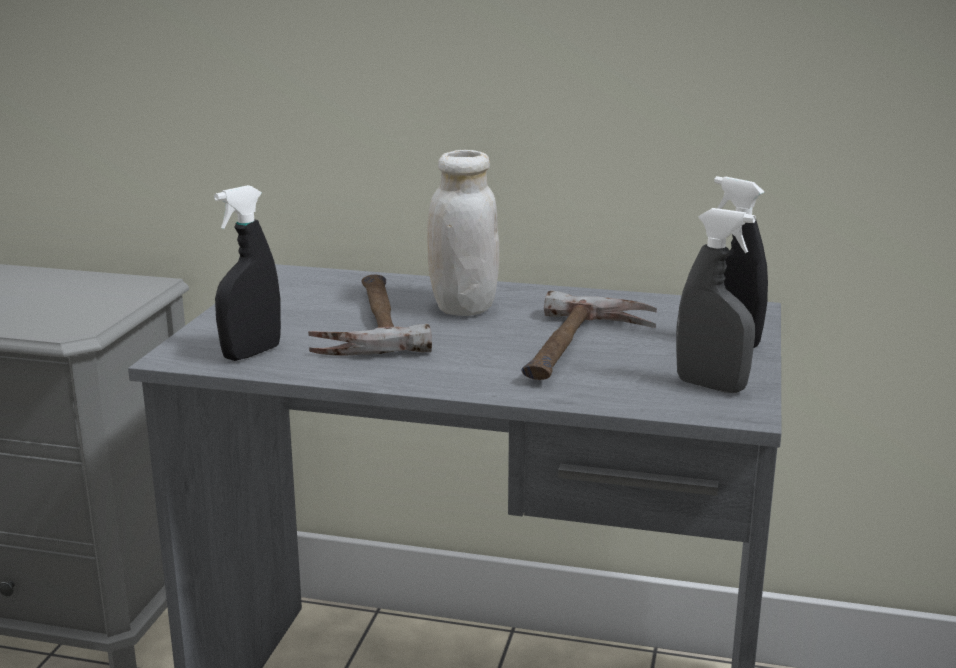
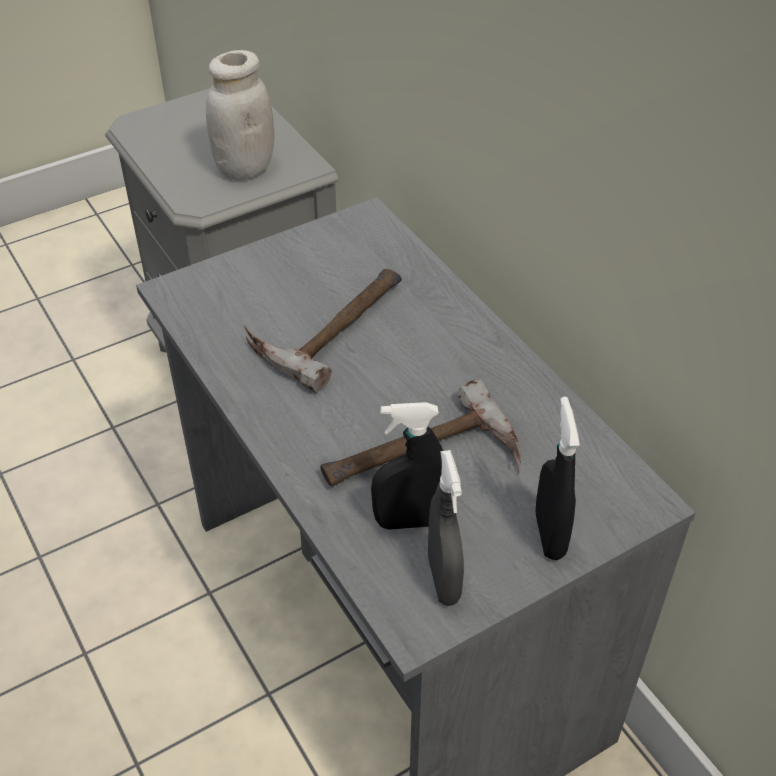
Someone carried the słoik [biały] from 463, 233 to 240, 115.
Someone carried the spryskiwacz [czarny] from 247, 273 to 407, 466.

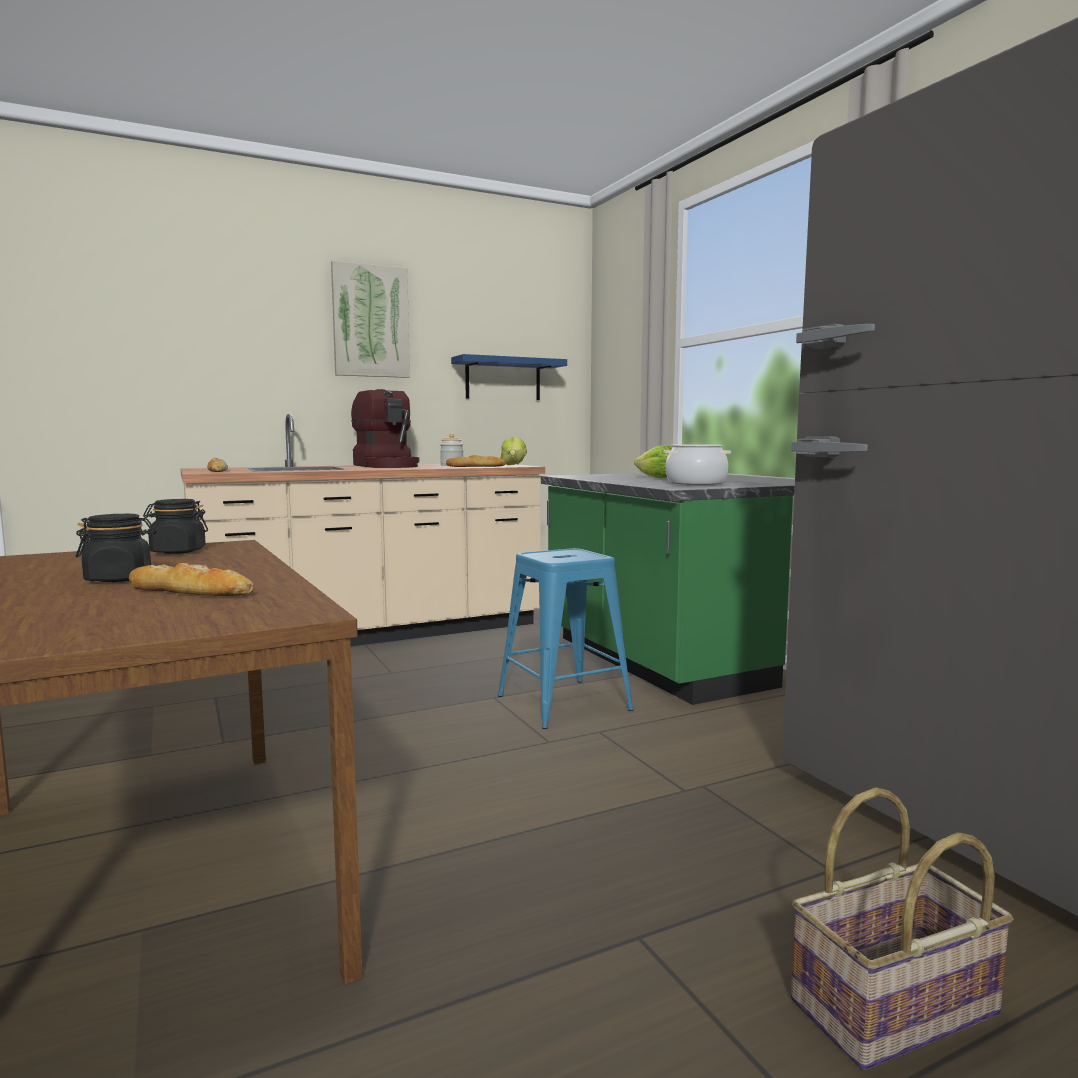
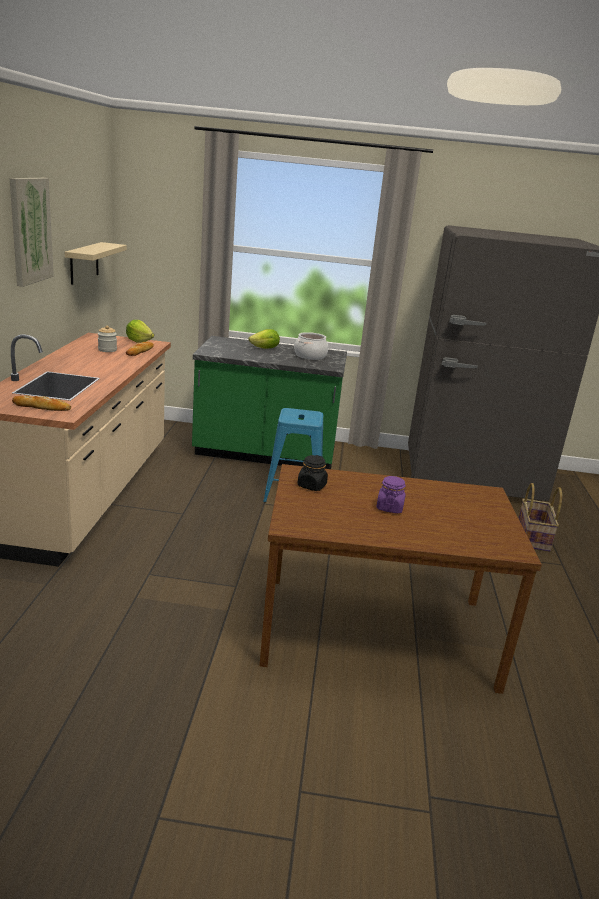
Someone repainted the półka [niebieski] at 509, 377, which became the półka [beżowy] at 96, 263.
Someone took away the ekspres do kawy at 385, 428.
Someone repainted the słoik [czarny] at 116, 548, which became the słoik [fioletowy] at 391, 494.
Someone took away the chleb at 191, 579.

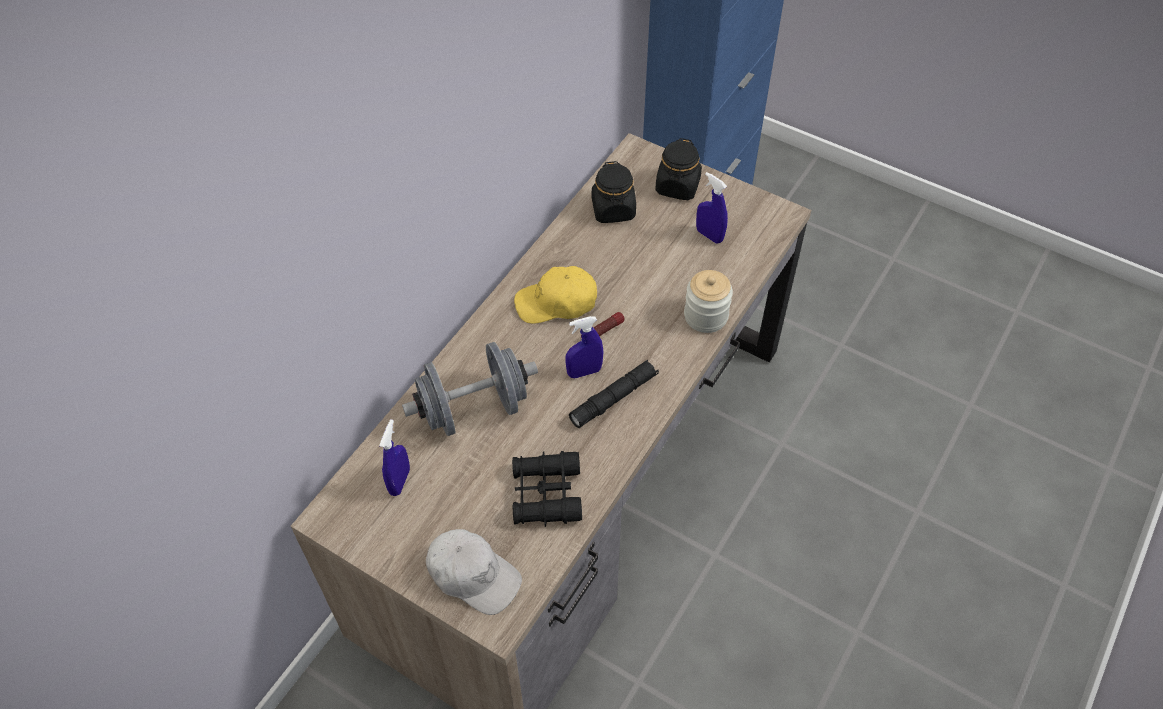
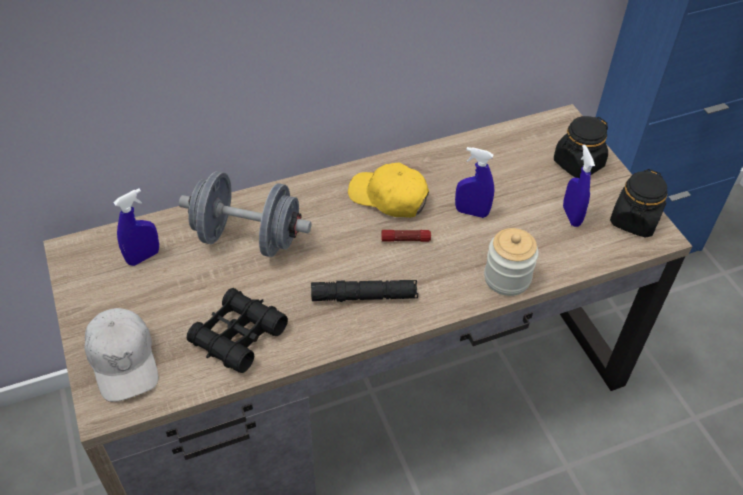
Someone carried the słoik [czarny] from 614, 192 to 638, 203.
Someone carried the spryskiwacz [niebieski] from 584, 347 to 474, 182.

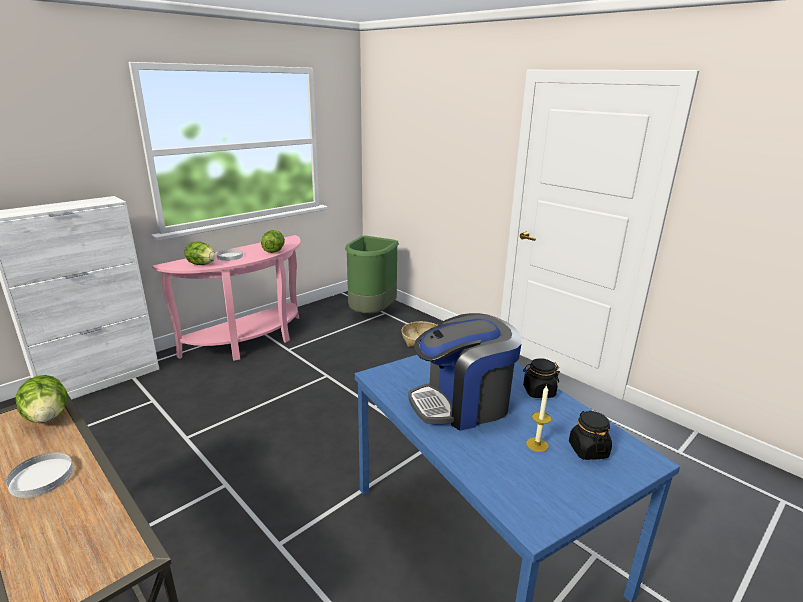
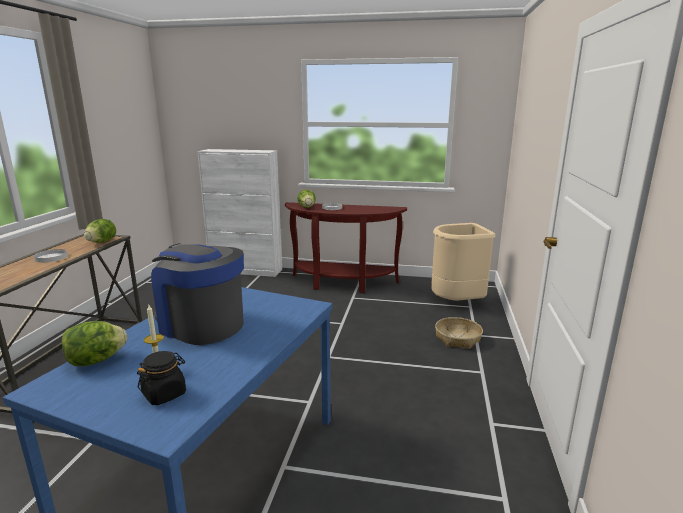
Someone carried the sałata from 273, 241 to 94, 343.
Someone repainted the stolik konsolowy [różowy] at 226, 298, which became the stolik konsolowy [brązowy] at 346, 247.
Someone repainted the kosz na śmieci [zielony] at 372, 274, which became the kosz na śmieci [beżowy] at 463, 262.
Someone took away the słoik [czarny] at 541, 378.

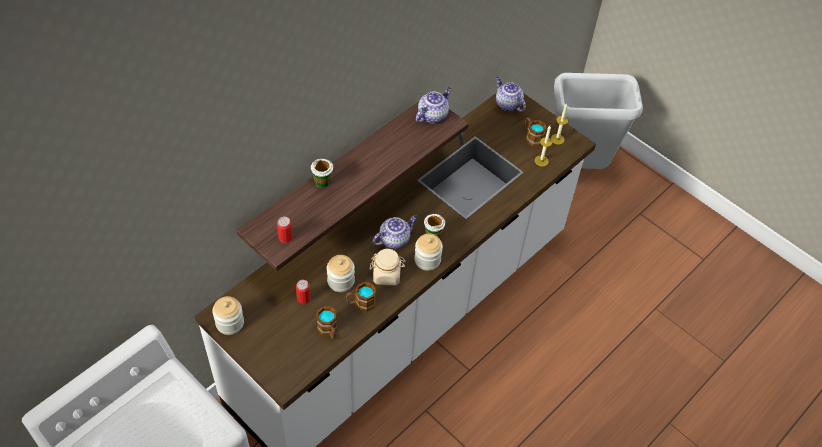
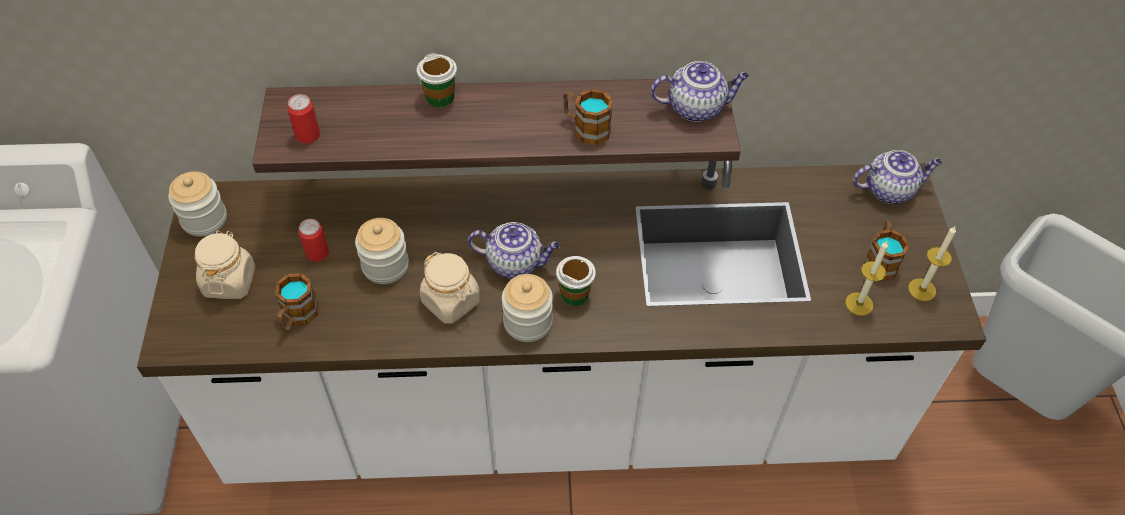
Someone rotated the imbryk at 511, 94 by 75 degrees clockwise.
Someone carried the kubek from 361, 297 to 588, 117.
Someone put down the słoik [beżowy] at 225, 264.

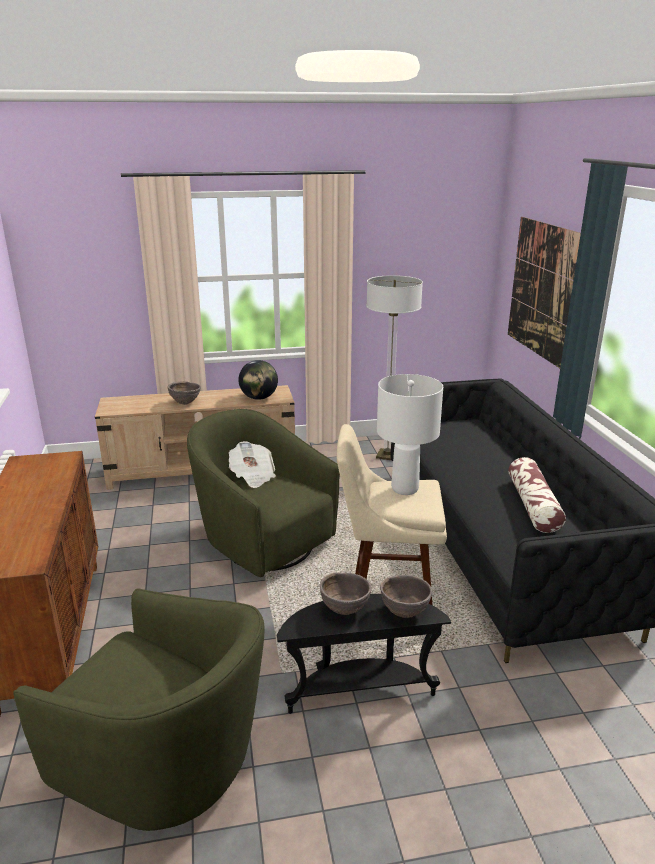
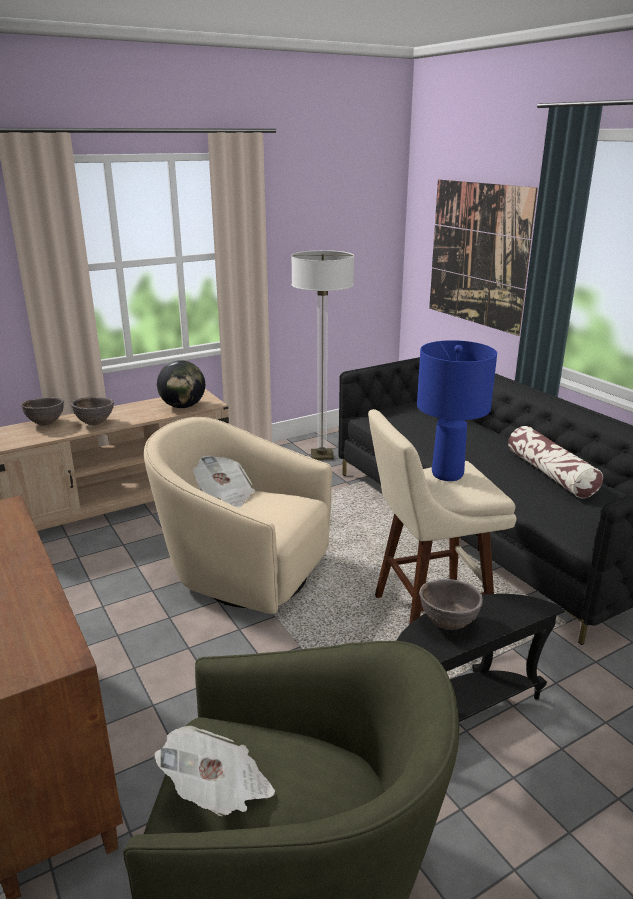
Someone repainted the lampa stołowa [biały] at 410, 434, which became the lampa stołowa [niebieski] at 457, 410.
Someone repainted the fotel [zielony] at 263, 493, which became the fotel [beżowy] at 238, 515.
Someone carried the miska [brązowy] from 406, 596 to 42, 411.
Someone put down the gazeta at 214, 771.

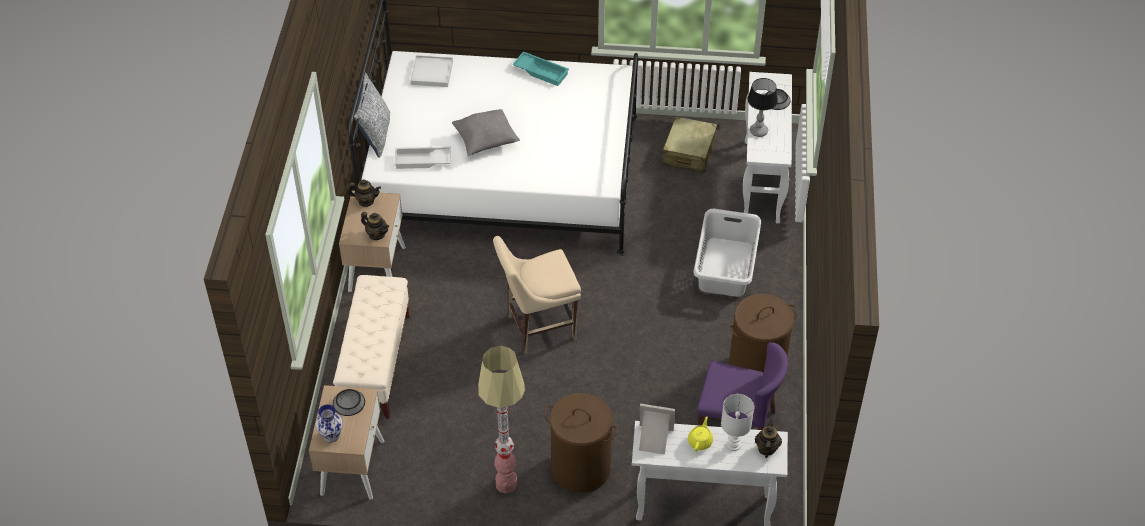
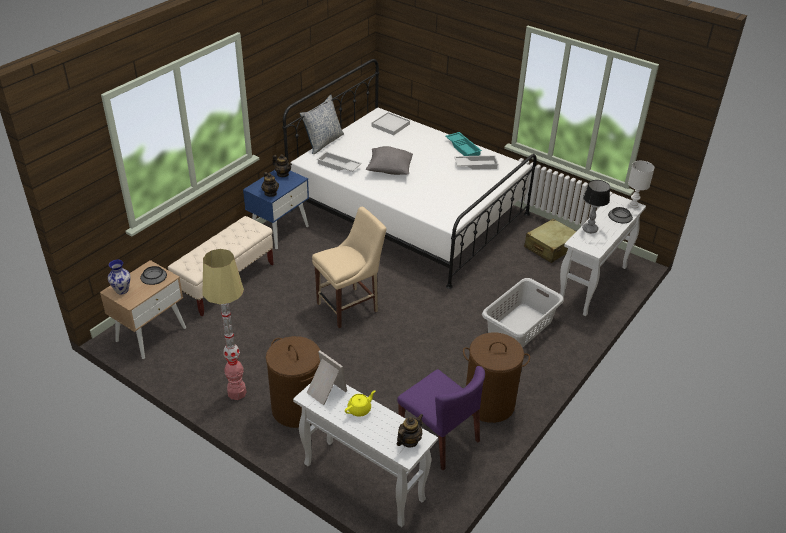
Someone repainted the szafka nocna [beżowy] at 372, 241, which became the szafka nocna [niebieski] at 276, 209.
Someone rotated the krzesło [beżowy] at 537, 295 by 135 degrees clockwise.
Someone carried the lampa stołowa [biały] from 737, 422 to 641, 184.
Someone put down the taca [biały] at 476, 162.

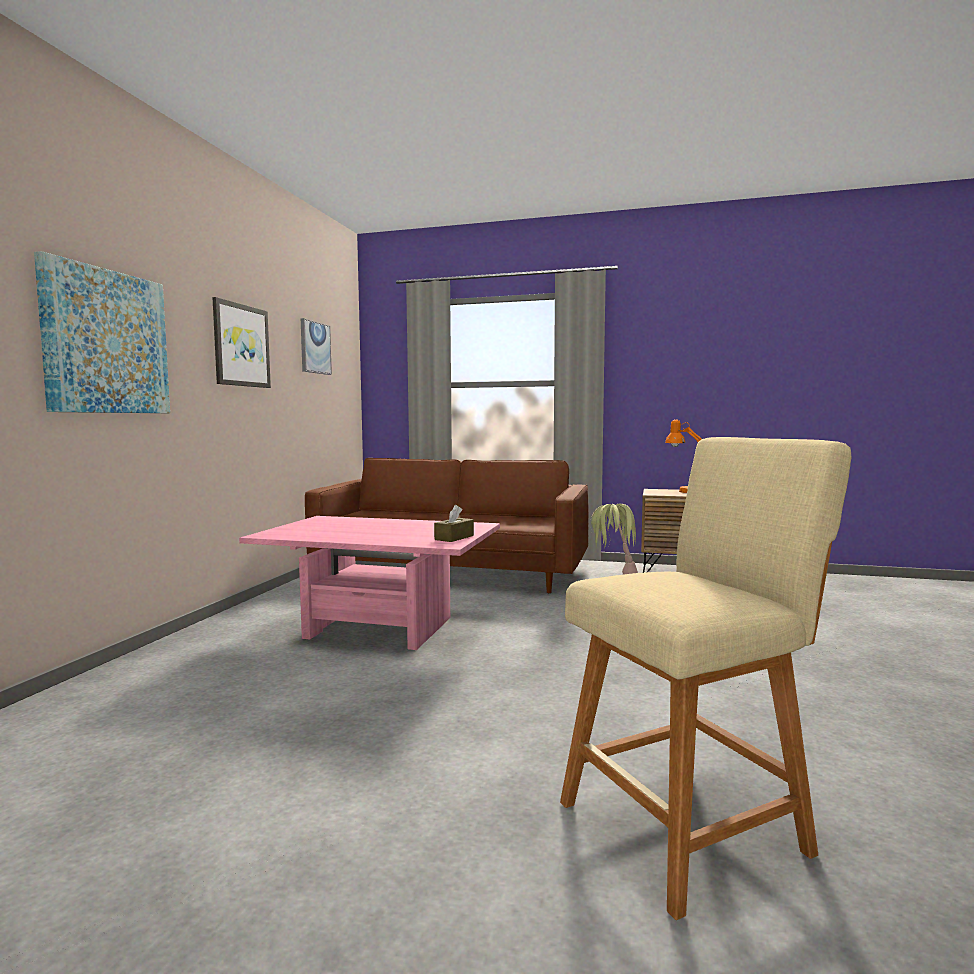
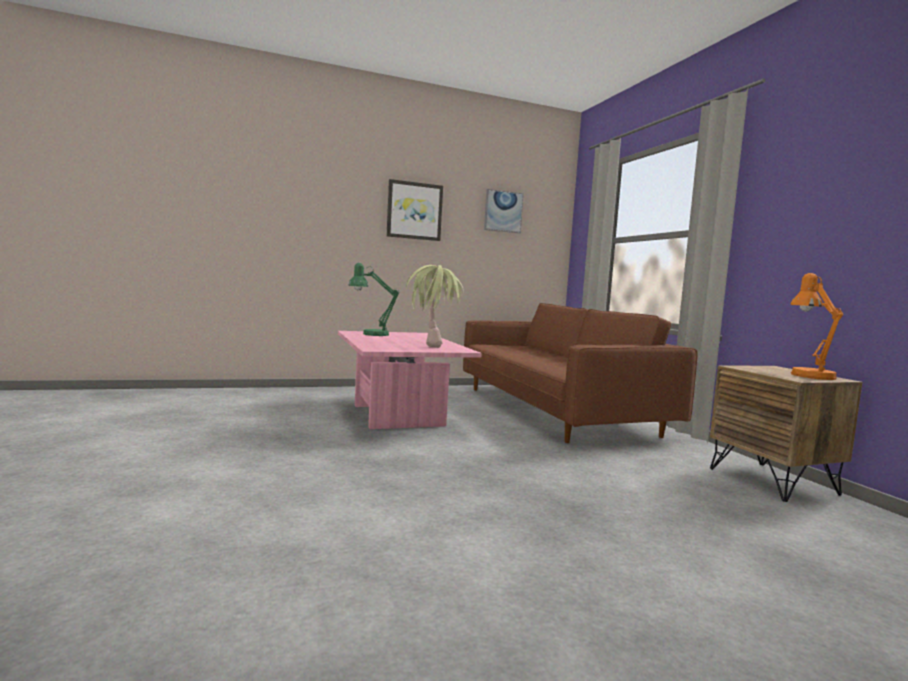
Someone took away the obraz at 102, 332.
Someone took away the stołek [beżowy] at 705, 678.
Someone carried the roślina doniczkowa from 614, 539 to 435, 306.
Someone took away the pudełko chusteczek [brązowy] at 454, 523.
Someone put down the lampa stołowa [zielony] at 373, 299.

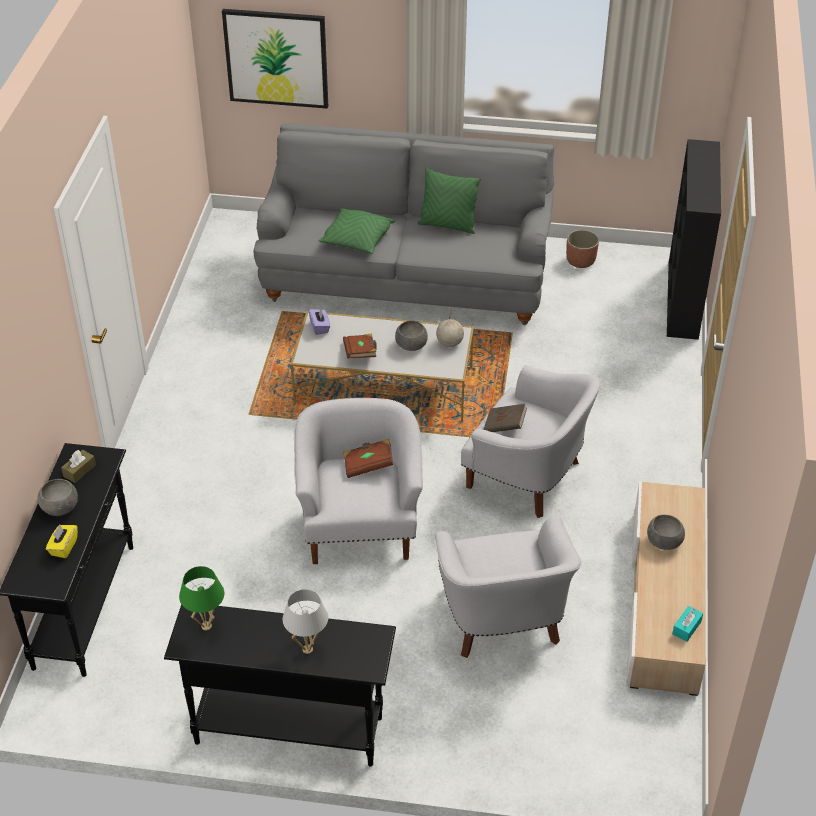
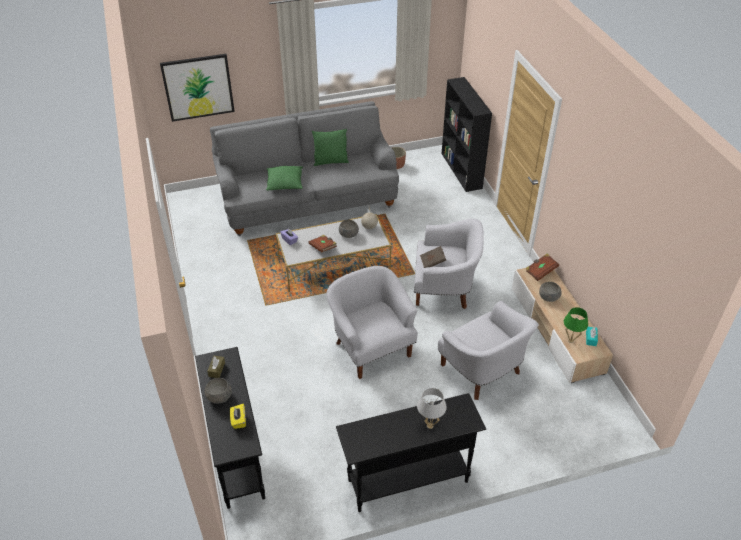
Someone carried the książka [brązowy] from 368, 458 to 542, 267.
Someone carried the lampa stołowa [zielony] from 201, 598 to 576, 325.

